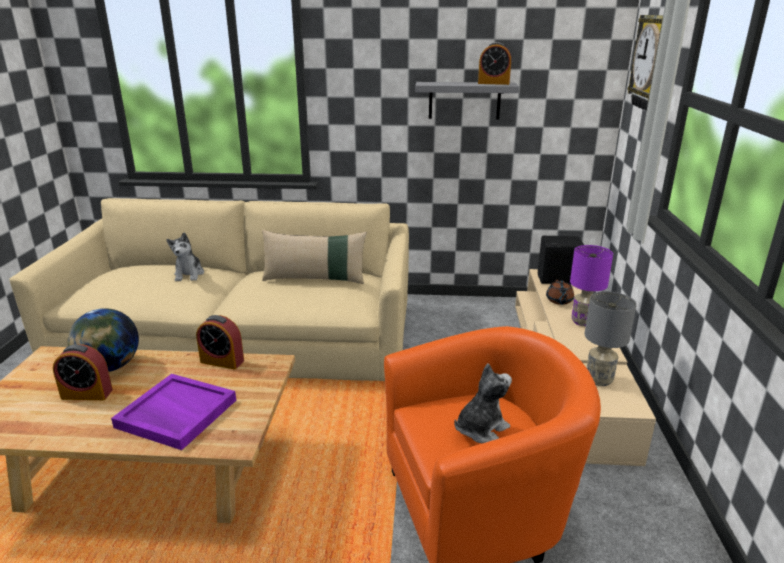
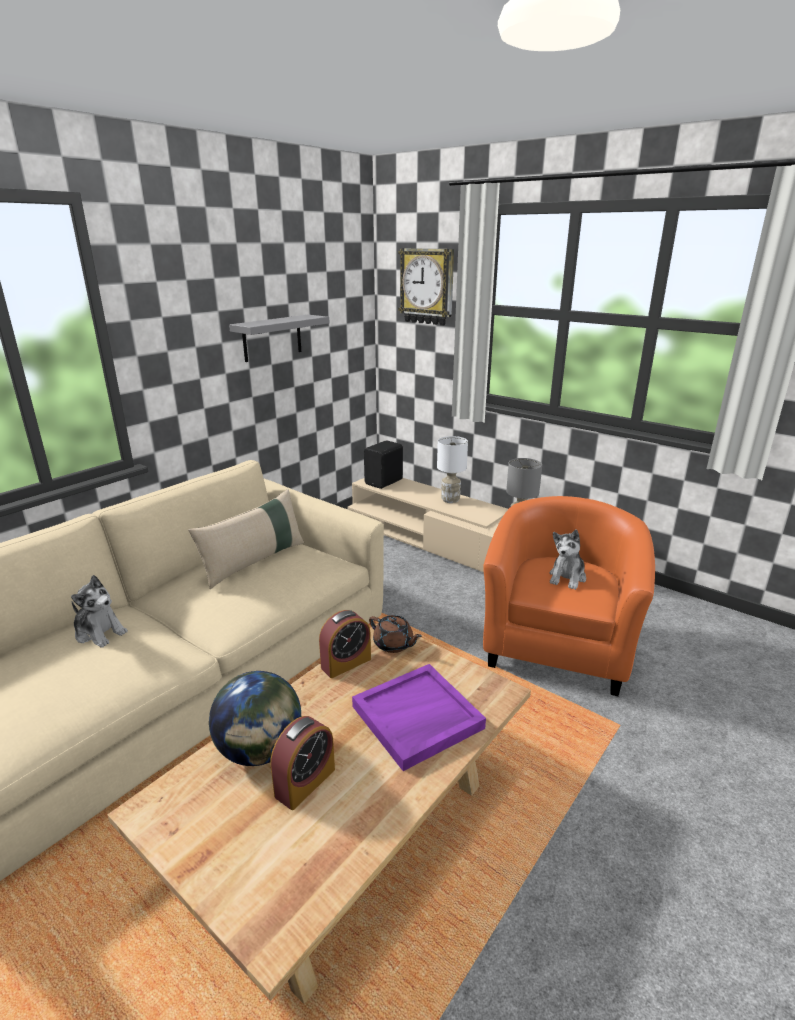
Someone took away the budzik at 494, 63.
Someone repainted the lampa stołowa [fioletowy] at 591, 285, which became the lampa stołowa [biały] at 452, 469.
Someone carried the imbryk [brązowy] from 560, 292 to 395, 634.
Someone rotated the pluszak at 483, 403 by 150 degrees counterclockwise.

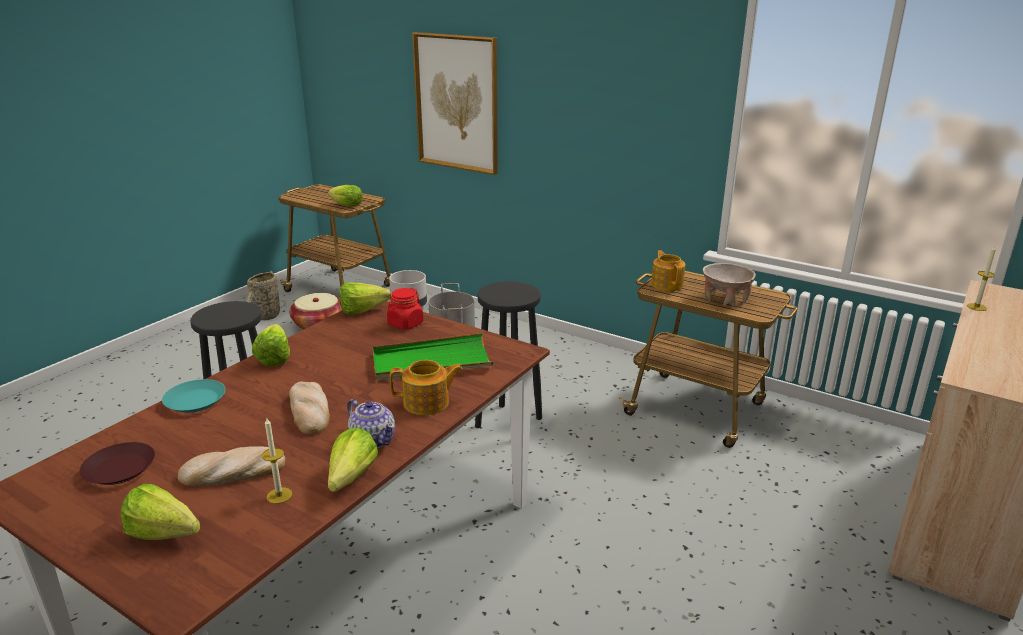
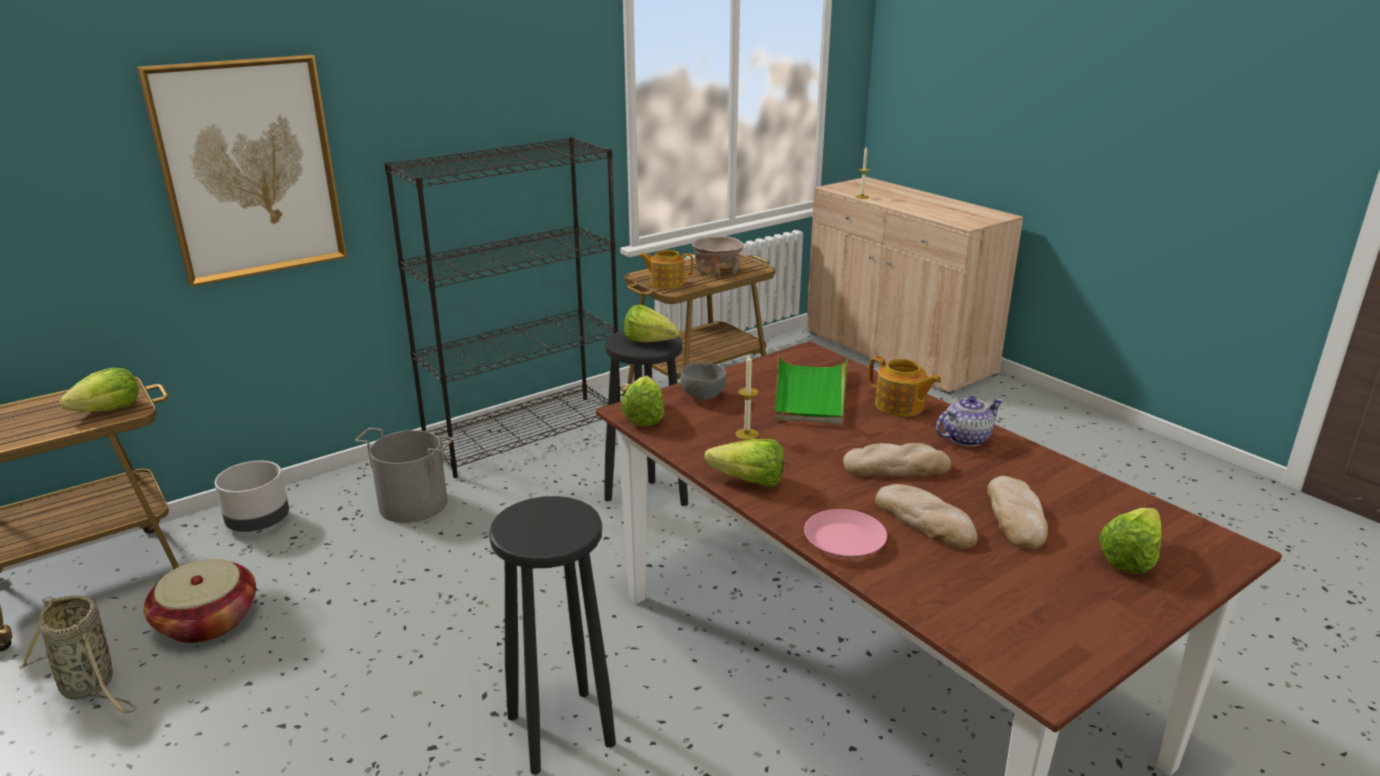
Someone swapped the słoik [czerwony] at 405, 309 for the miska [szary] at 703, 381.
Someone rotated the imbryk at 426, 387 by 120 degrees clockwise.
Someone repainted the talerz [turkusowy] at 194, 396, which became the talerz [różowy] at 845, 533.
Someone carried the świeca from 276, 461 to 747, 397.
Someone carried the sałata from 353, 460 to 651, 323.
Someone took away the talerz [brązowy] at 117, 463.
Someone put down the regał [czarny] at 502, 307.
Someone put down the chleb at 926, 516.

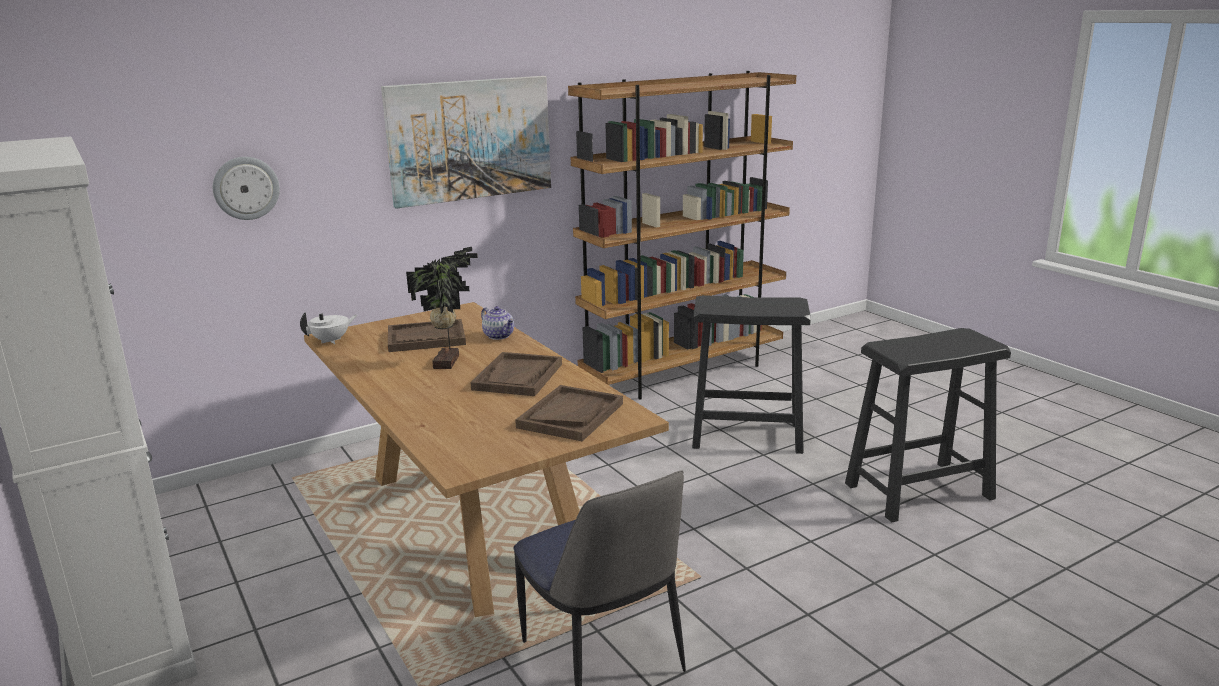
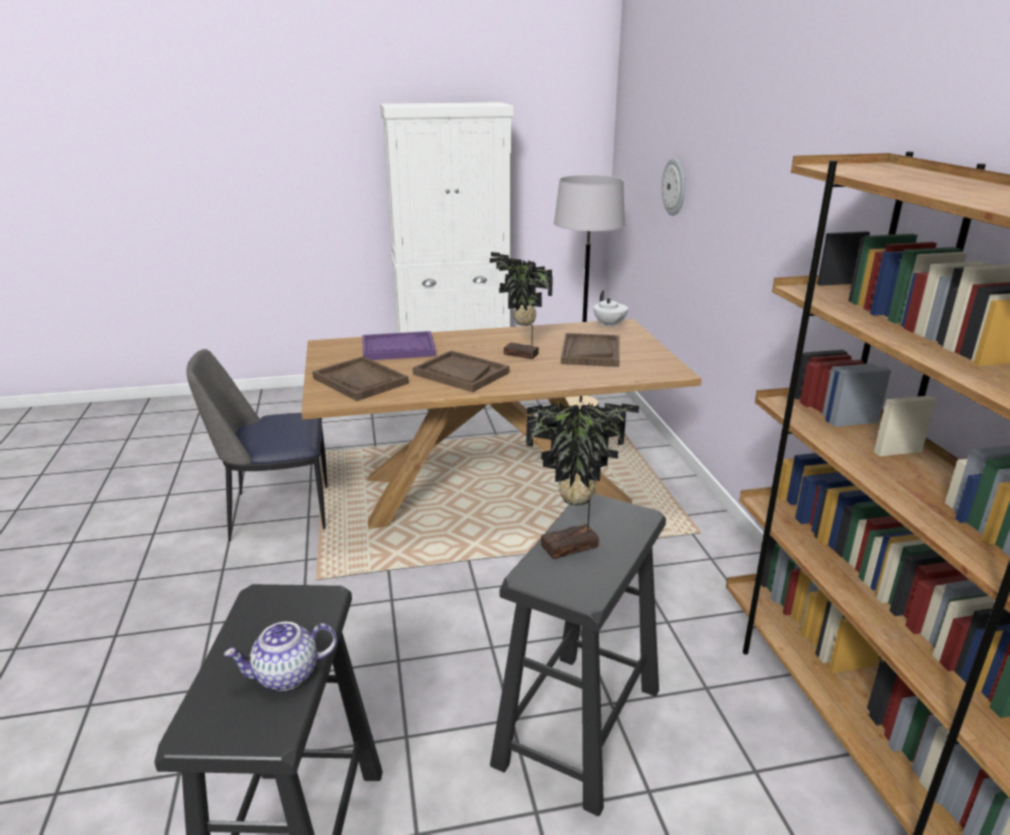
Someone took away the obraz at 466, 142.
Someone carried the imbryk from 497, 323 to 280, 656.
Someone put down the lampa stojąca [szary] at 589, 292.
Someone put down the taca [fioletowy] at 399, 345.
Someone put down the roślina doniczkowa at 582, 480.

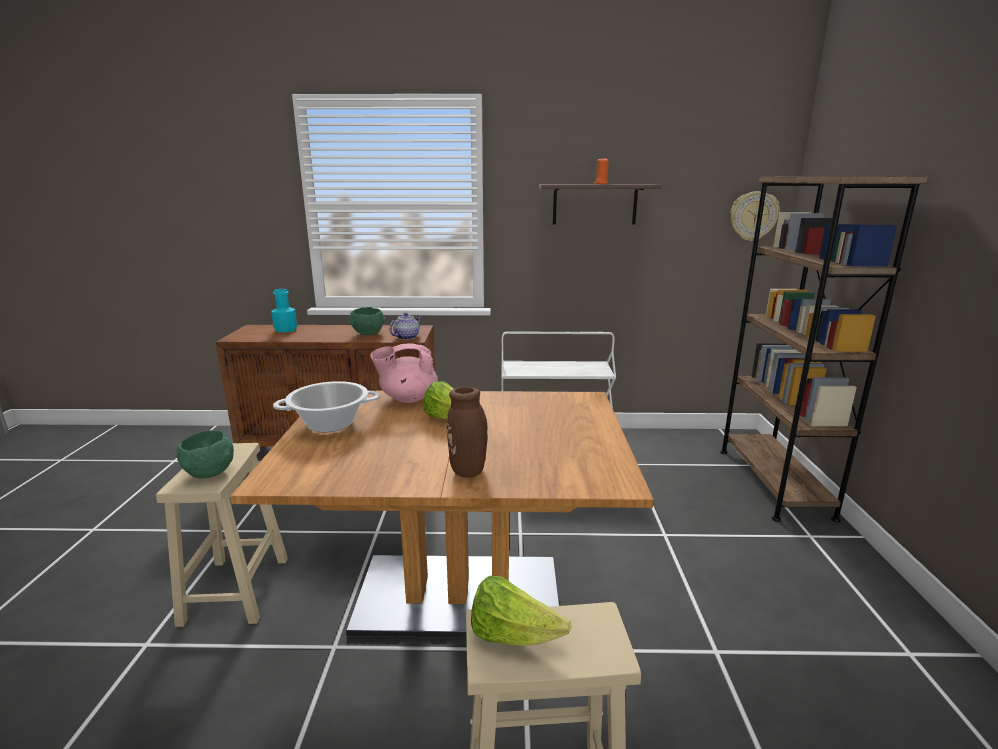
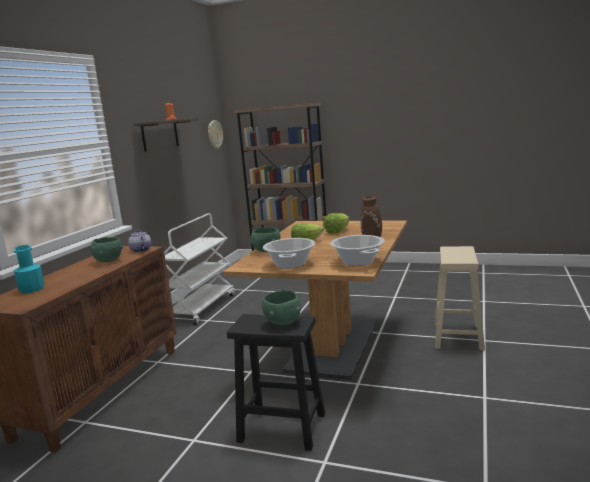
Someone swapped the imbryk [różowy] at 404, 373 for the miska [zielony] at 266, 239.
Someone repainted the stołek [beżowy] at 222, 535, which became the stołek [czarny] at 276, 382.
Someone carried the sałata from 521, 611 to 336, 223.
Someone put down the garnek at 357, 250.

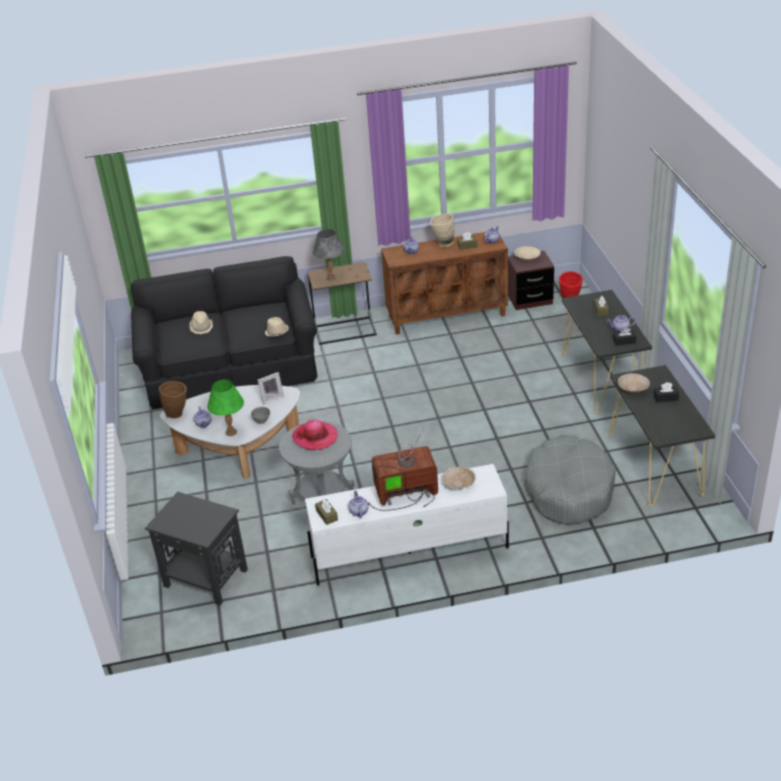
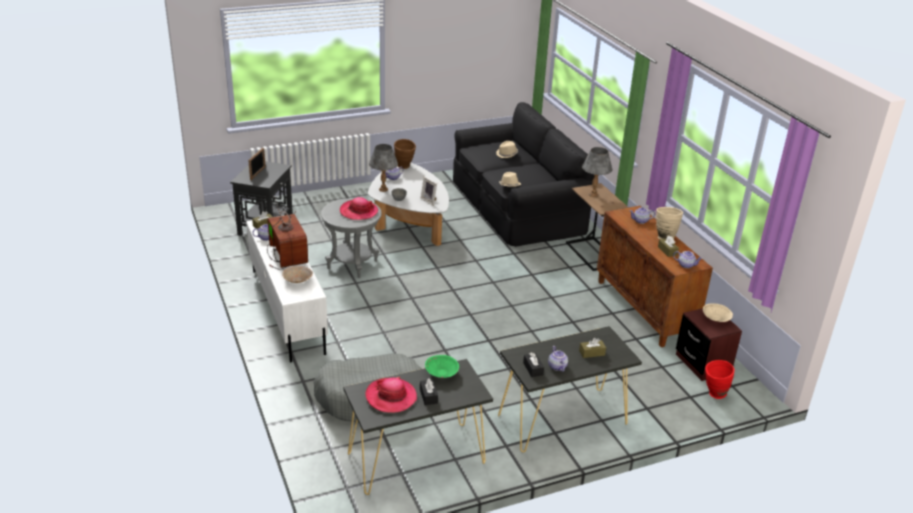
Someone repainted the miska [beżowy] at 634, 382, which became the miska [zielony] at 442, 366.
Someone repainted the lampa stołowa [zielony] at 226, 408, which became the lampa stołowa [szary] at 383, 168.
Someone put down the ramka na zdjęcie at 257, 164.
Someone put down the kapelusz at 391, 395.

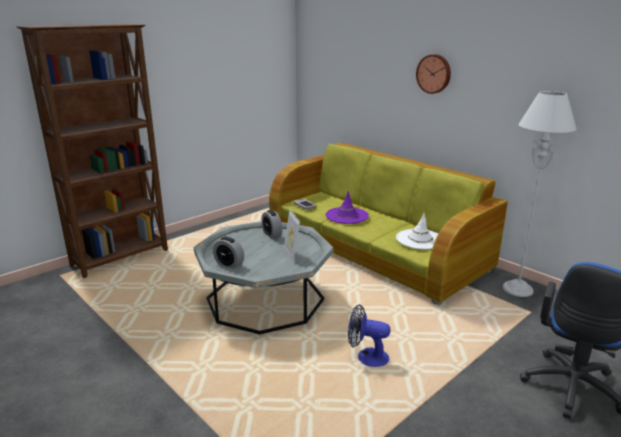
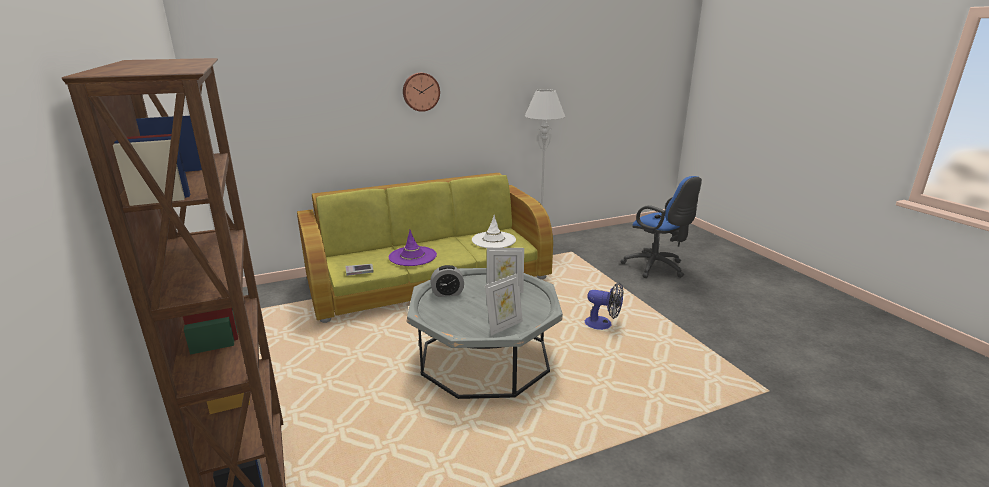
Someone swapped the budzik at 228, 253 for the ramka na zdjęcie at 504, 304.
Someone rotated the wentylator at 369, 335 by 105 degrees counterclockwise.

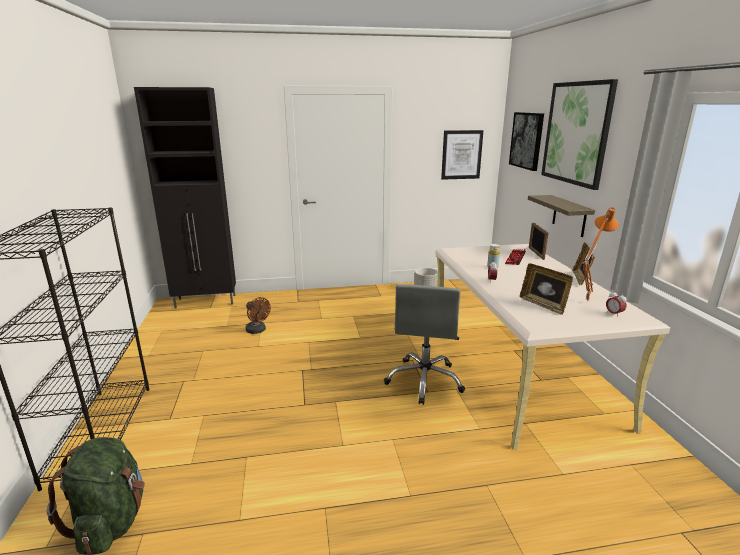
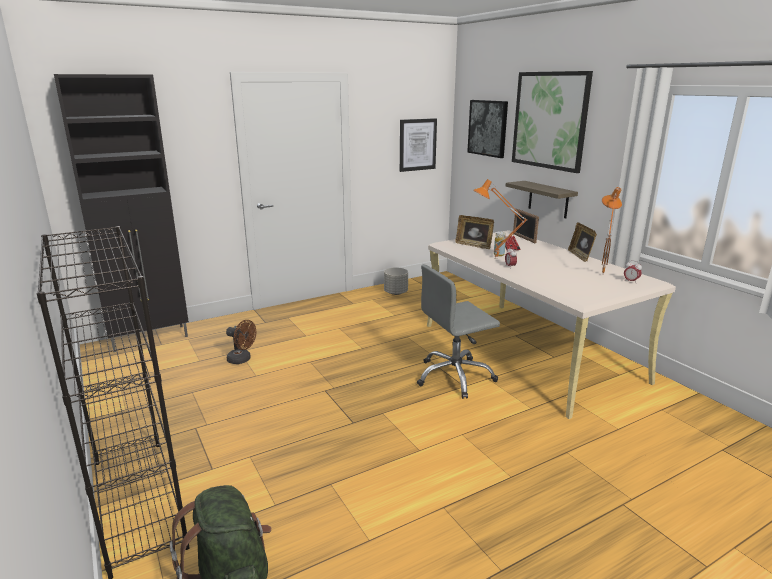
Someone carried the ramka na zdjęcie from 546, 289 to 474, 232.
Someone rotated the krzesło biurowe [szary] at 424, 344 by 75 degrees clockwise.
Someone put down the lampa stołowa [pomarańczowy] at 500, 219.

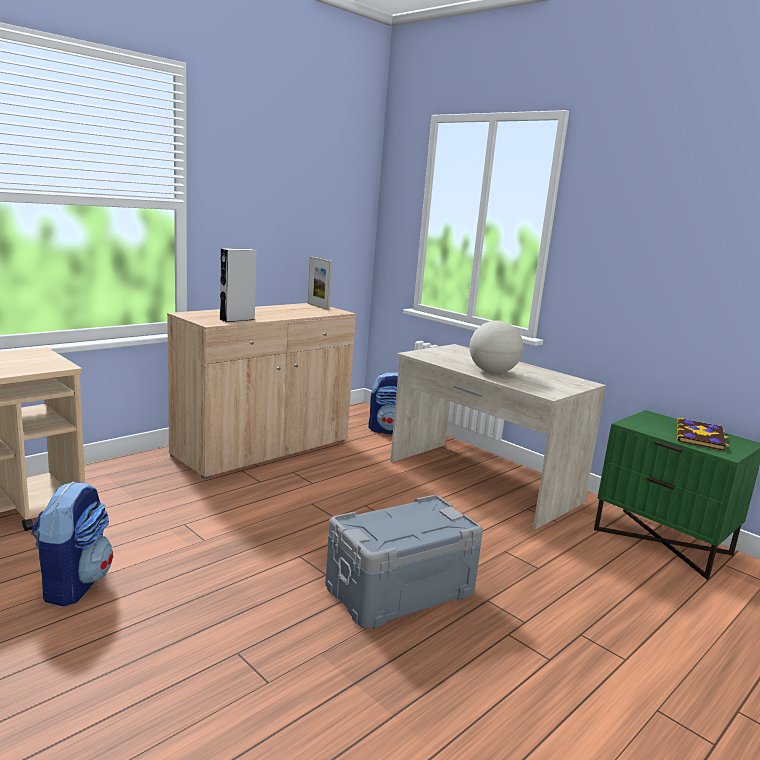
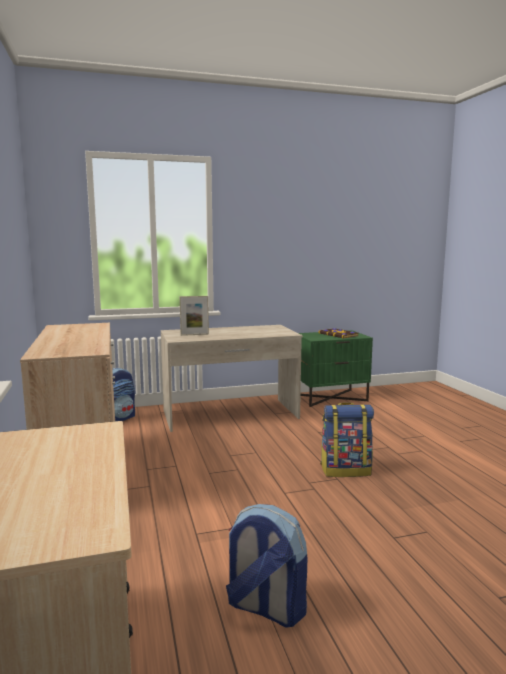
Someone took away the głośnik [szary] at 238, 285.
Someone carried the ramka na zdjęcie from 320, 283 to 194, 316.
Someone took away the globus at 496, 347.
Someone swapped the pojemnik do przechowywania [szary] at 404, 562 for the plecak at 347, 439.

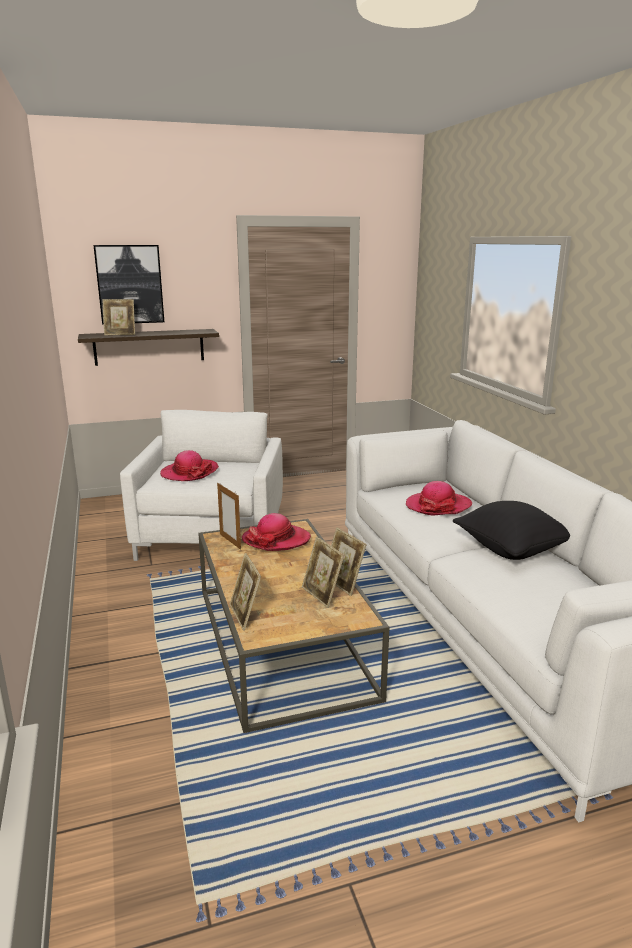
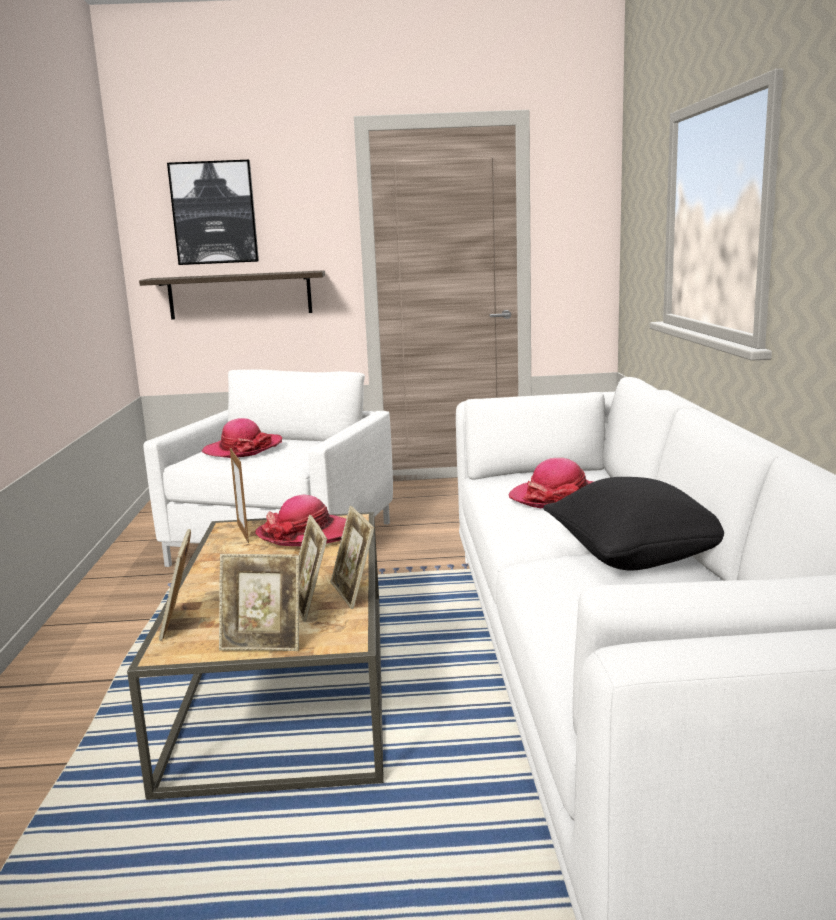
Someone carried the ramka na zdjęcie from 118, 317 to 259, 602.

